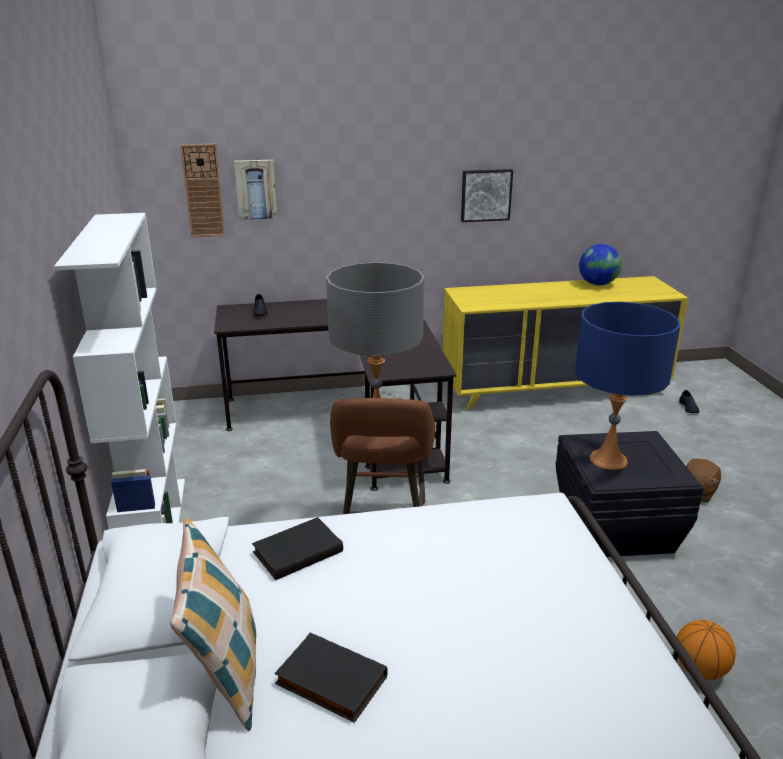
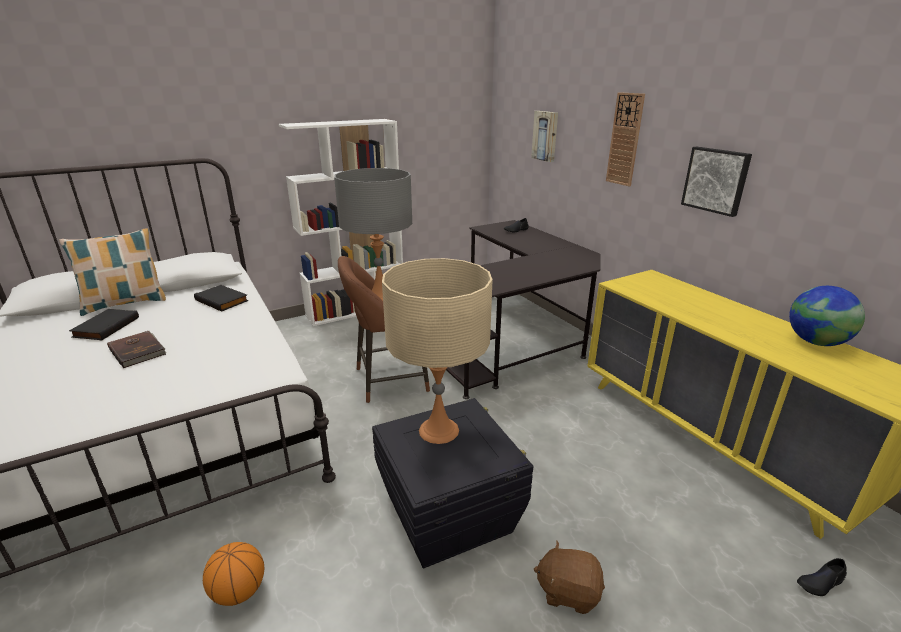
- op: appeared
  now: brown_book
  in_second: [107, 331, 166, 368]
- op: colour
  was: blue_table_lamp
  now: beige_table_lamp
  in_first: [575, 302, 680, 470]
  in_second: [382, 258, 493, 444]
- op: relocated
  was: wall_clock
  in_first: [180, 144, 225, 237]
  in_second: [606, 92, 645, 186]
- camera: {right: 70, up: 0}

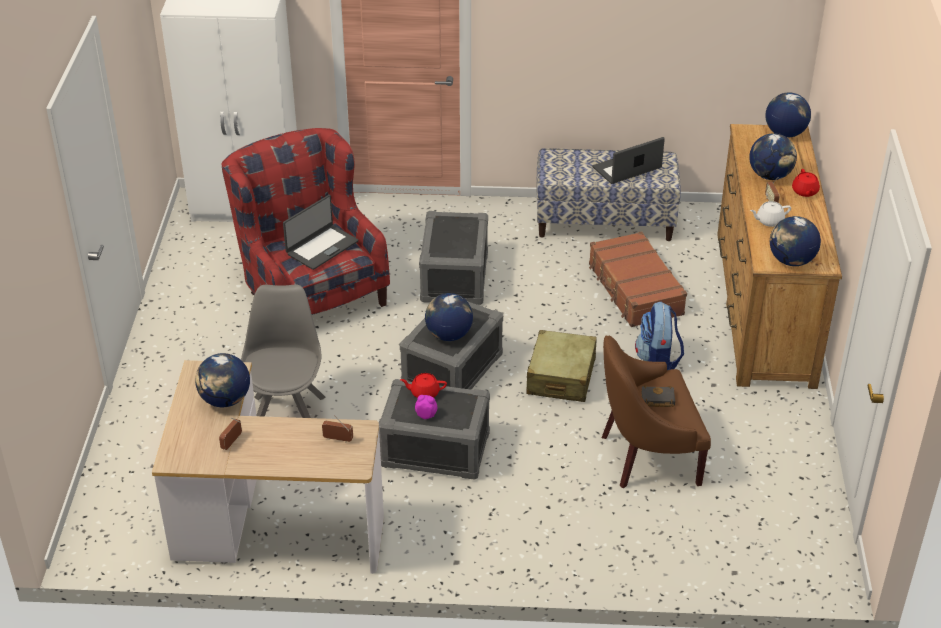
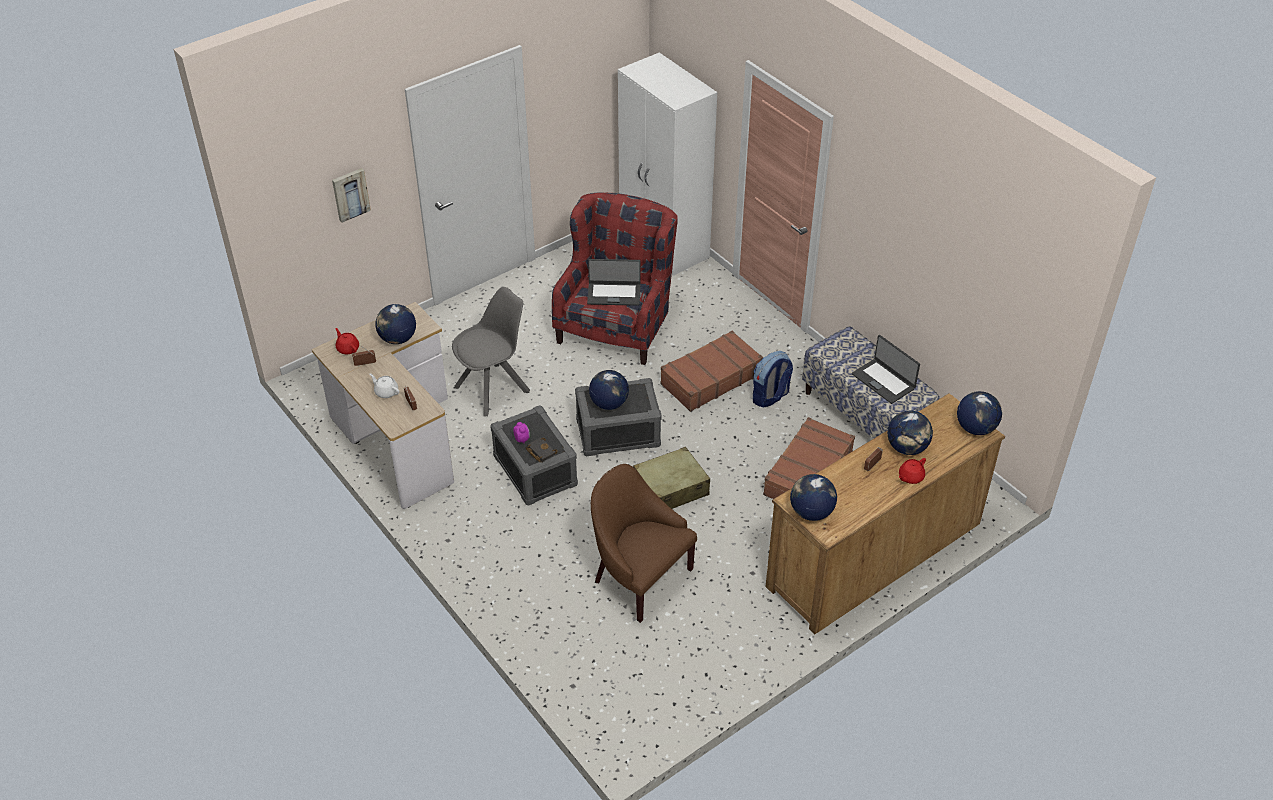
- op: appeared
  now: picture
  in_second: [332, 168, 371, 223]
- op: relocated
  was: red_teapot
  in_first: [400, 373, 447, 398]
  in_second: [335, 328, 359, 355]
- op: relocated
  was: white_teapot
  in_first: [750, 201, 791, 227]
  in_second: [370, 373, 400, 398]
- op: relocated
  was: black_book
  in_first: [641, 385, 675, 407]
  in_second: [525, 437, 558, 462]
- op: exchanged
  was: grey_storage_box
  now: brown_suitcase
  in_first: [419, 211, 488, 305]
  in_second: [660, 331, 763, 412]
- op: relocated
  was: backpack
  in_first: [635, 302, 684, 370]
  in_second: [753, 351, 793, 408]
- op: spun
  was: laptop
  in_first: [592, 137, 665, 184]
  in_second: [852, 335, 920, 404]
  clockwise: -150
- camera: {right: 50, up: 5}

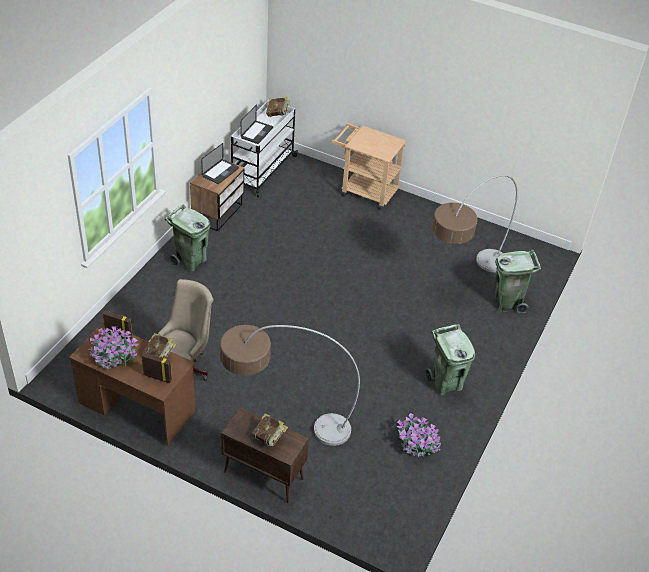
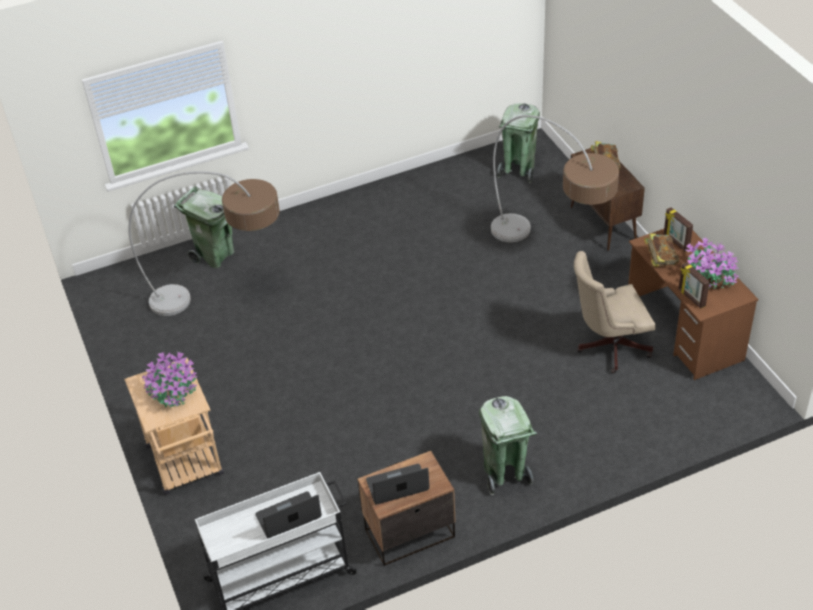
- op: relocated
  was: potted_plant
  in_first: [397, 413, 441, 457]
  in_second: [142, 352, 198, 408]
- op: relocated
  was: green_trash_can
  in_first: [425, 324, 475, 395]
  in_second: [497, 103, 540, 183]
- op: missing
  was: book
  in_first: [266, 97, 290, 117]
- camera: {right: -135, up: 0}

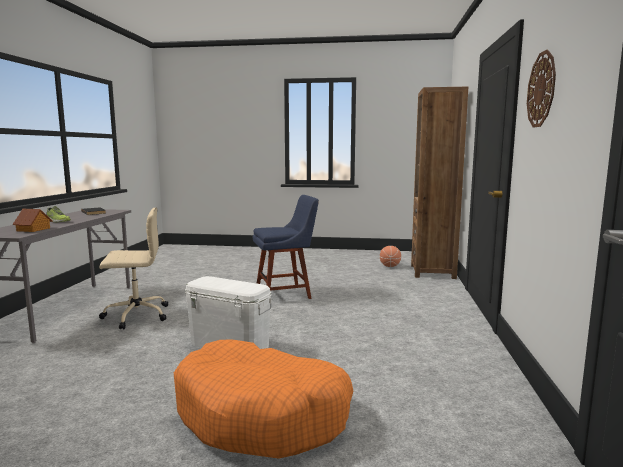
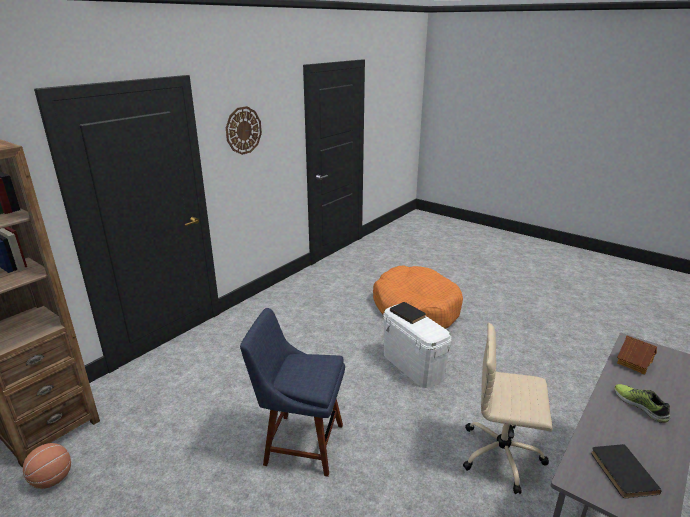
- op: appeared
  now: black_book
  in_second: [390, 302, 426, 324]
- camera: {right: -150, up: 15}

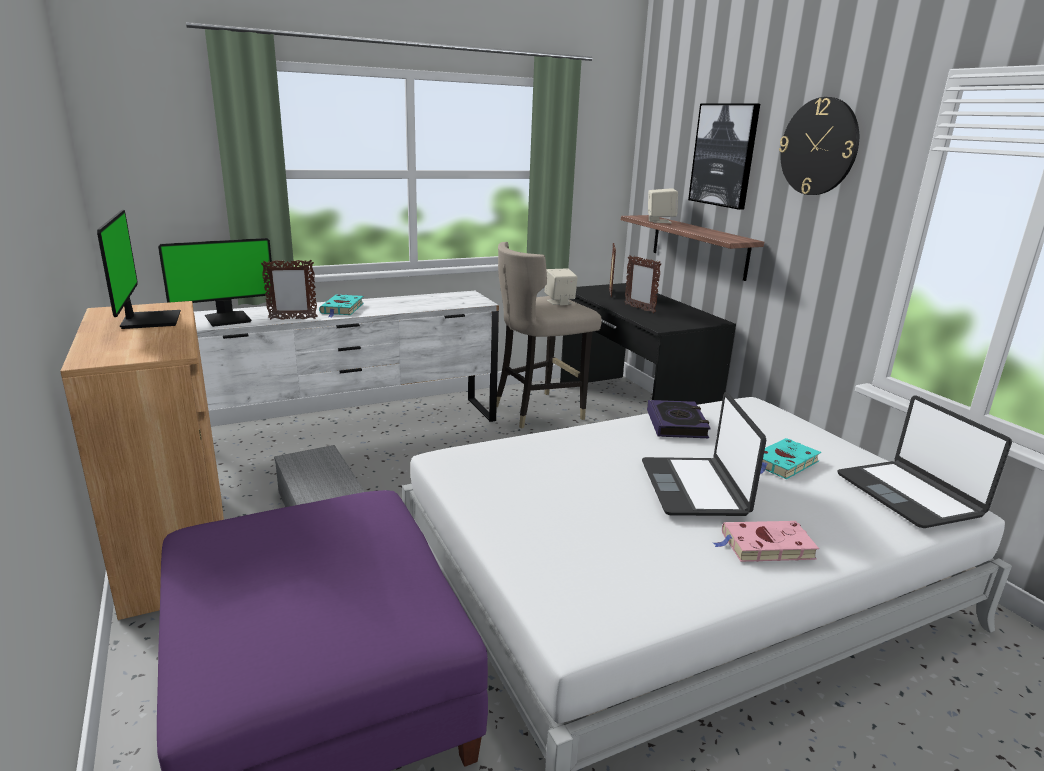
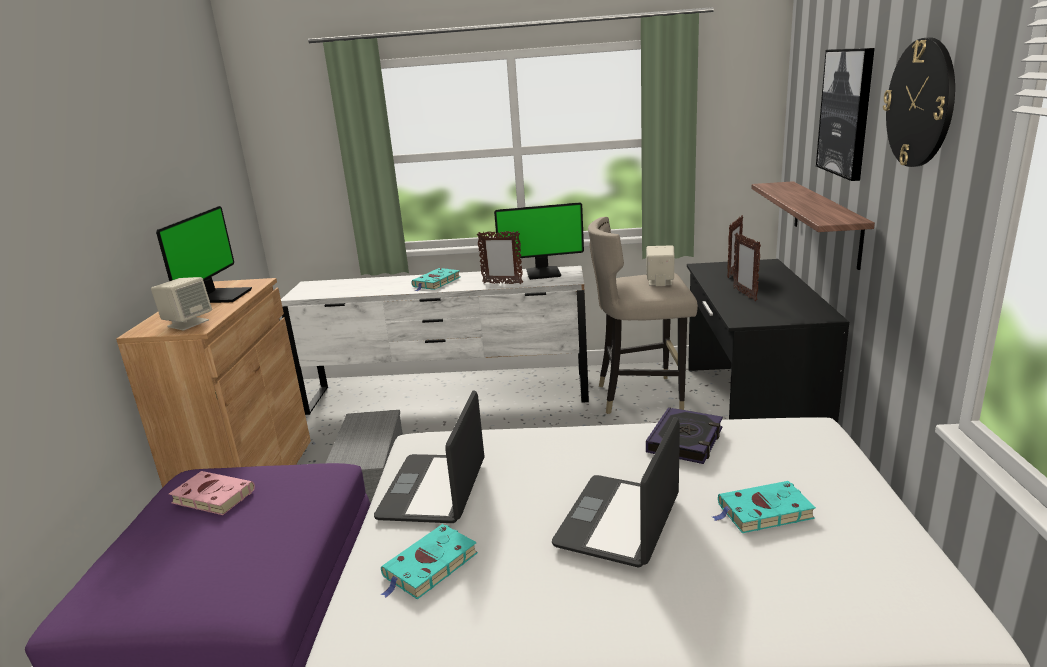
- op: relocated
  was: beige_speaker
  in_first: [648, 188, 678, 223]
  in_second: [151, 277, 212, 330]
- op: relocated
  was: pink_book
  in_first: [713, 521, 819, 562]
  in_second: [169, 471, 255, 515]
- op: relocated
  was: laptop
  in_first: [838, 396, 1012, 528]
  in_second: [374, 390, 485, 523]
- op: appeared
  now: turquoise_book
  in_second: [381, 524, 478, 599]
- op: relocated
  was: picture_frame
  in_first: [261, 260, 318, 320]
  in_second: [477, 231, 523, 284]
- op: relocated
  was: monitor
  in_first: [158, 238, 272, 327]
  in_second: [494, 203, 584, 280]
- camera: {right: 30, up: 0}

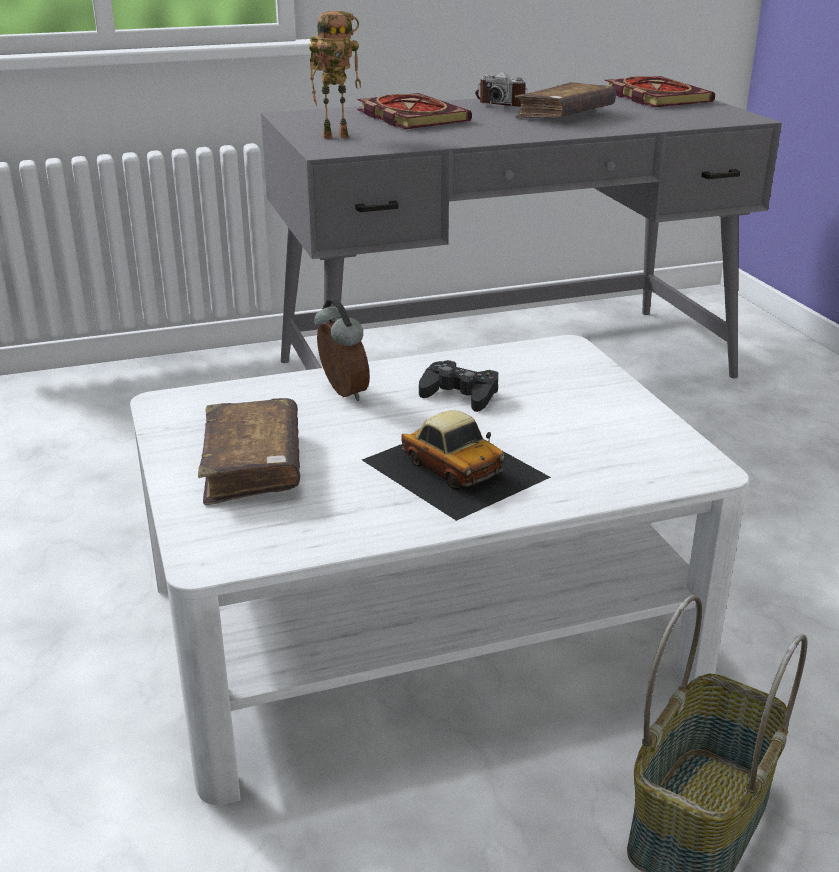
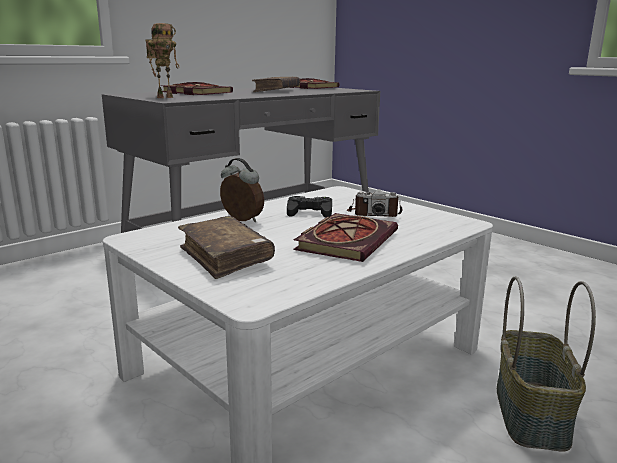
- op: exchanged
  was: toy_car
  now: book
  in_first: [362, 410, 551, 521]
  in_second: [293, 213, 398, 262]
- op: relocated
  was: photo_camera
  in_first: [475, 72, 528, 107]
  in_second: [347, 189, 402, 217]
- camera: {right: -25, up: -10}

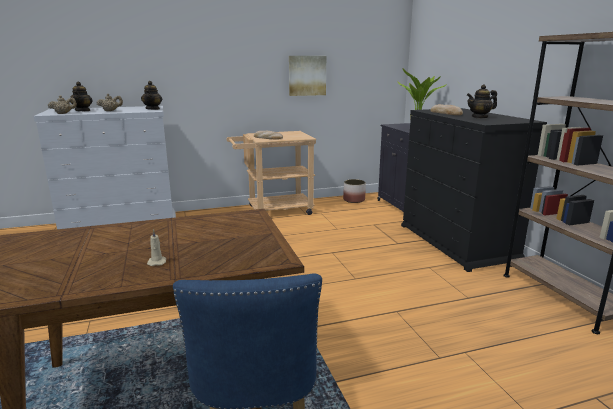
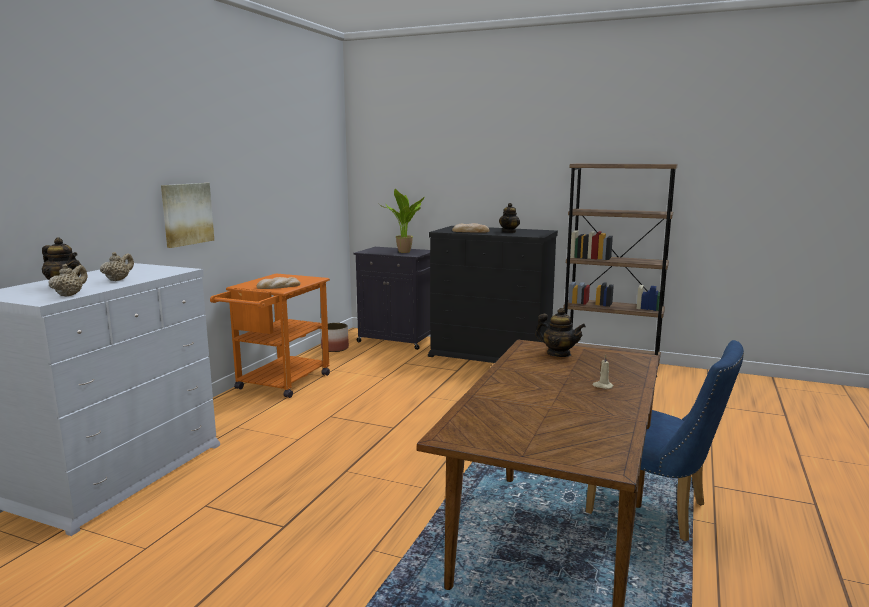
- op: relocated
  was: picture
  in_first: [289, 56, 326, 96]
  in_second: [161, 183, 214, 248]
- op: colour
  was: beige_cart
  now: orange_cart
  in_first: [226, 131, 316, 215]
  in_second: [210, 273, 330, 398]
- op: relocated
  was: teapot
  in_first: [141, 81, 162, 110]
  in_second: [535, 308, 586, 357]
- camera: {right: -50, up: -5}

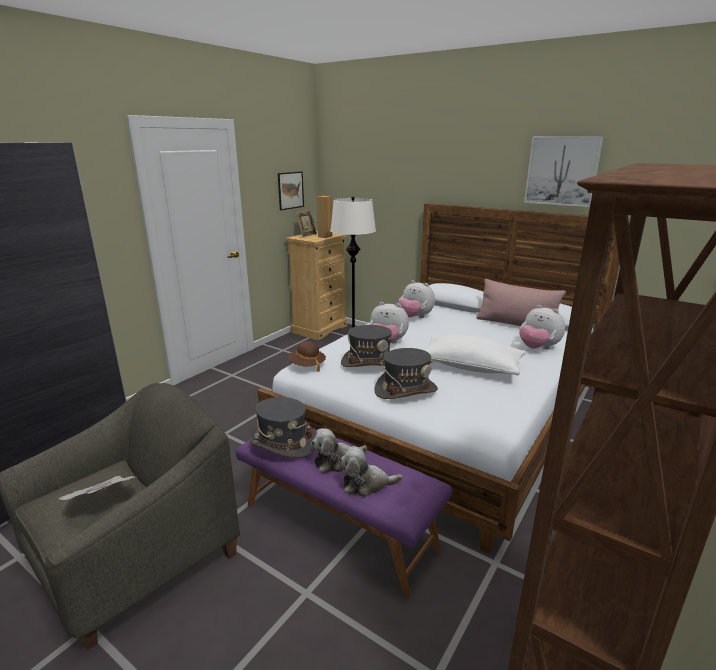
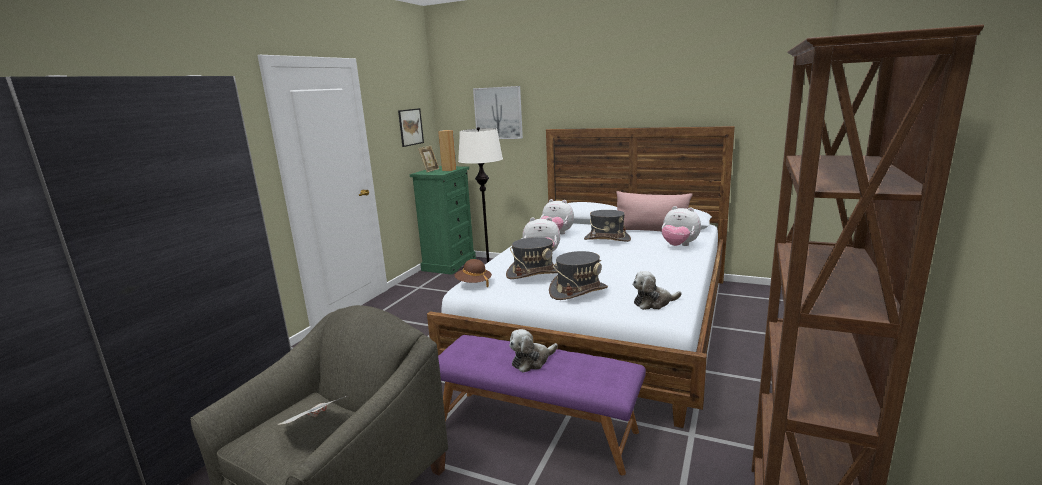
- op: colour
  was: beige_dresser
  now: green_dresser
  in_first: [285, 231, 347, 340]
  in_second: [410, 166, 476, 275]
- op: relocated
  was: picture
  in_first: [524, 136, 604, 207]
  in_second: [473, 86, 523, 139]
- op: relocated
  was: grey_hat
  in_first: [249, 397, 315, 458]
  in_second: [584, 210, 631, 242]
- op: relocated
  was: plush_toy
  in_first: [339, 446, 403, 497]
  in_second: [633, 271, 681, 310]
- op: missing
  was: white_pillow
  in_first: [424, 335, 526, 375]
- camera: {right: -10, up: -5}

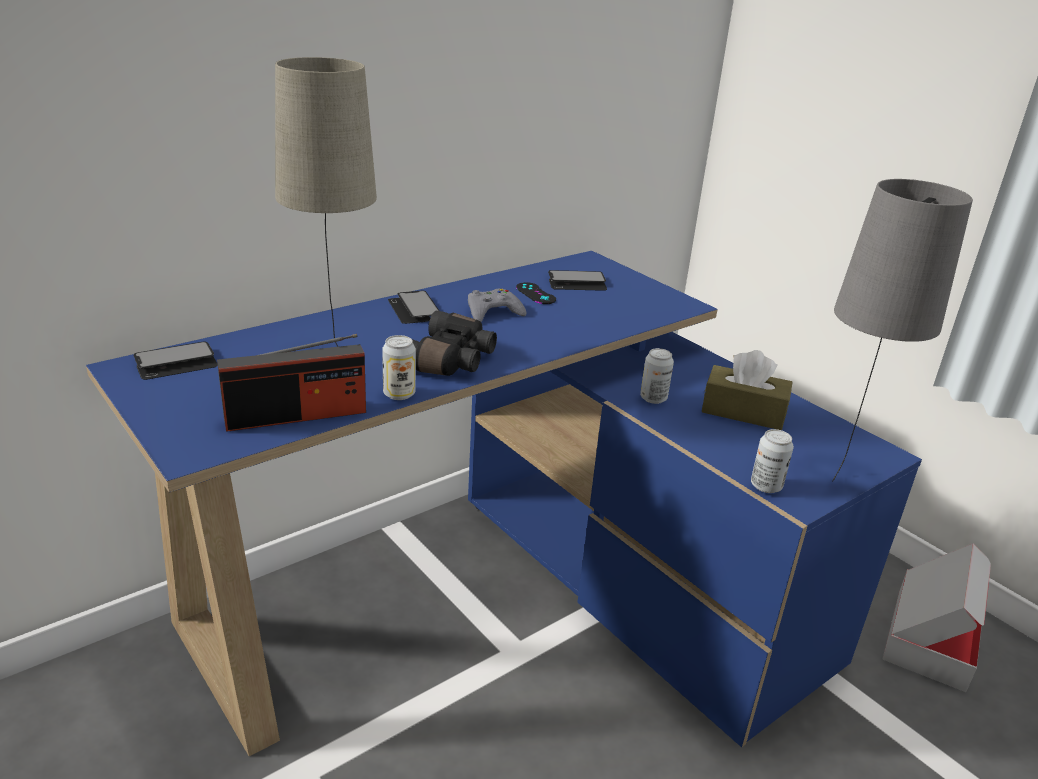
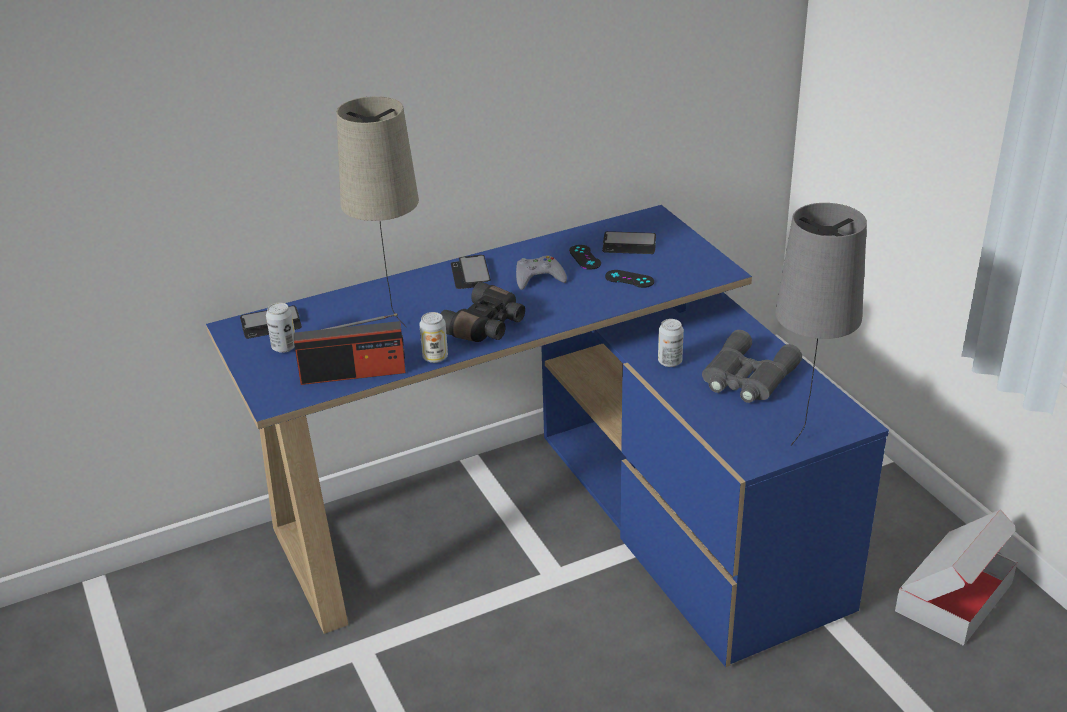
- op: relocated
  was: can
  in_first: [751, 429, 794, 493]
  in_second: [266, 303, 295, 353]
- op: appeared
  now: black_game_controller
  in_second: [605, 270, 654, 288]
- op: exchanged
  was: brown_tissue_box
  now: grey_binoculars
  in_first: [702, 350, 793, 430]
  in_second: [702, 330, 802, 403]
- camera: {right: 15, up: 5}

